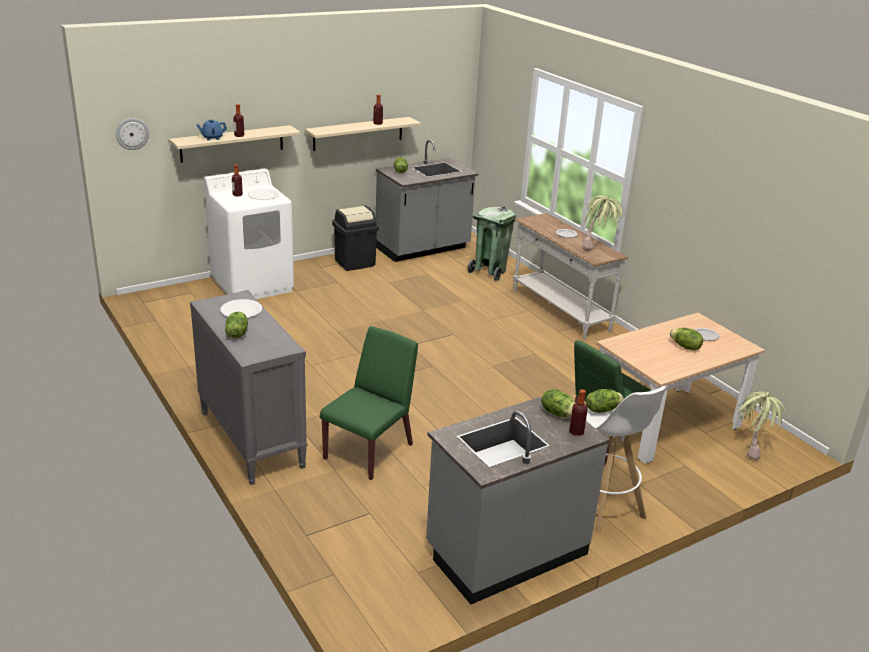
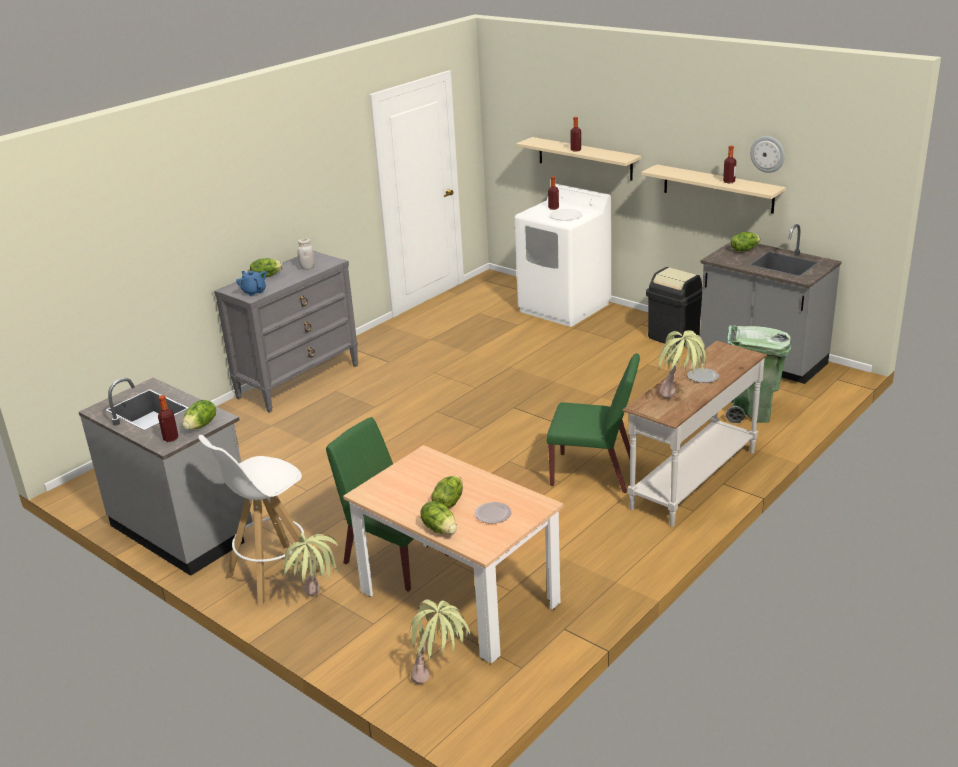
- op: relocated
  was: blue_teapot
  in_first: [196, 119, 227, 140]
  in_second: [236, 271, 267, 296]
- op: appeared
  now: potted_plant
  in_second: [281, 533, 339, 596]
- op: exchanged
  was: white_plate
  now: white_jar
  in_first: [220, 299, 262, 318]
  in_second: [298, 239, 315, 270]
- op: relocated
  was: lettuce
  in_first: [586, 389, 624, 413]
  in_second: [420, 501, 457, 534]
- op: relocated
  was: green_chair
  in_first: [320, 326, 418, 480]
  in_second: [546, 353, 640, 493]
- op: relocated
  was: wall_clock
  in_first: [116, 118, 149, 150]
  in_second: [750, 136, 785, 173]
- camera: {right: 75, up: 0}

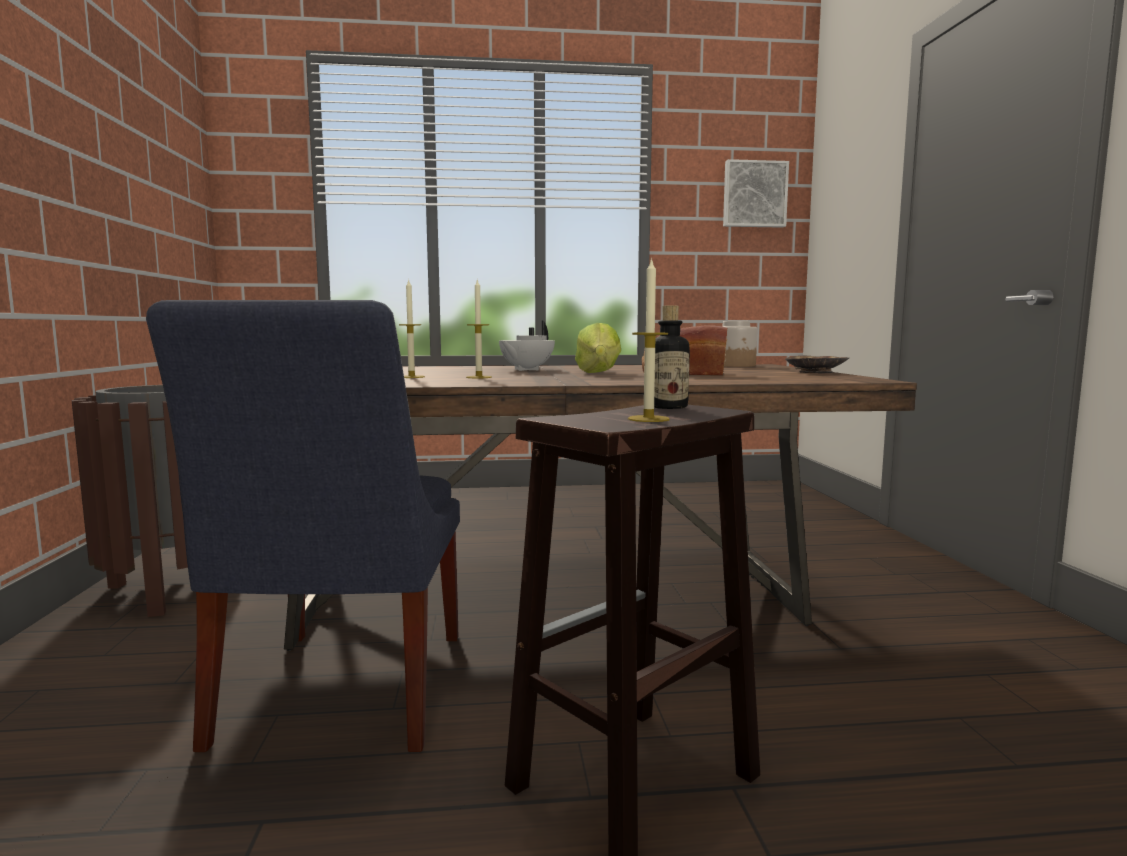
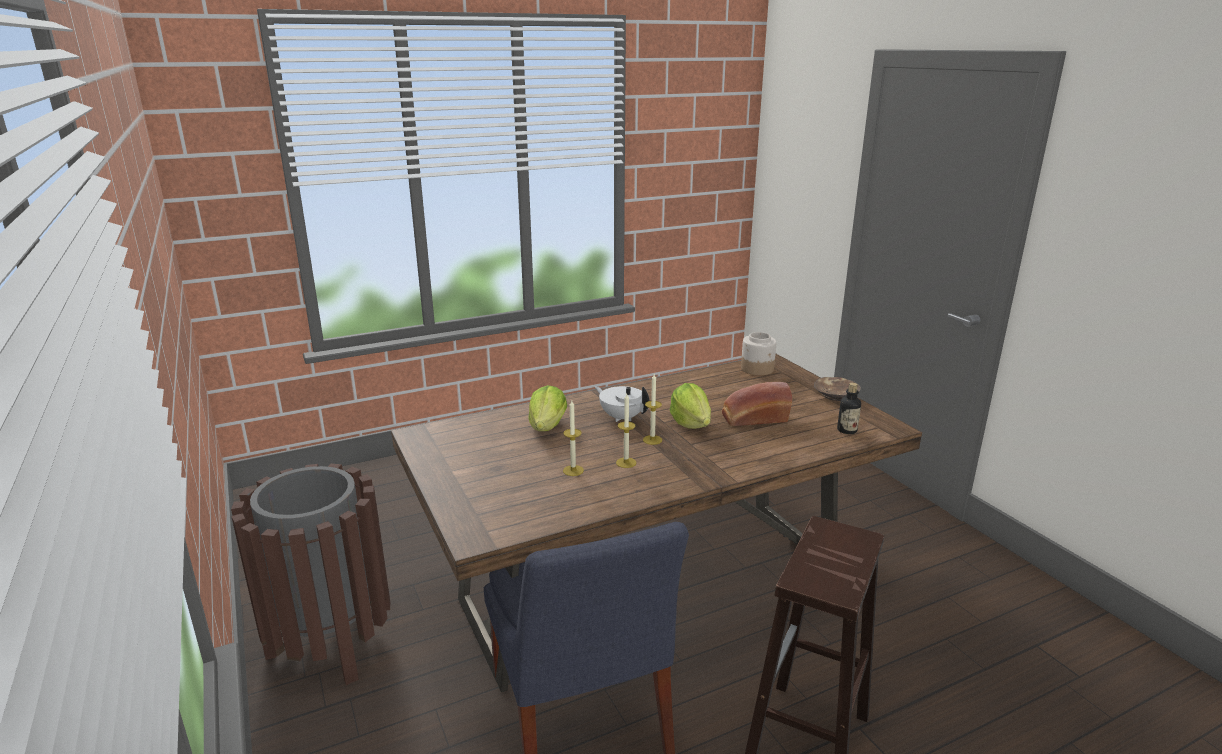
- op: appeared
  now: lettuce
  in_second: [528, 385, 567, 431]
- op: spun
  was: white_teapot
  in_first: [499, 321, 555, 371]
  in_second: [594, 386, 650, 422]
  clockwise: 120
- op: relocated
  was: candle
  in_first: [628, 258, 670, 422]
  in_second: [643, 374, 662, 445]
- op: relocated
  was: bottle
  in_first: [654, 306, 690, 409]
  in_second: [837, 383, 861, 434]
- op: missing
  was: picture
  in_first: [723, 159, 789, 228]
- camera: {right: -20, up: 15}

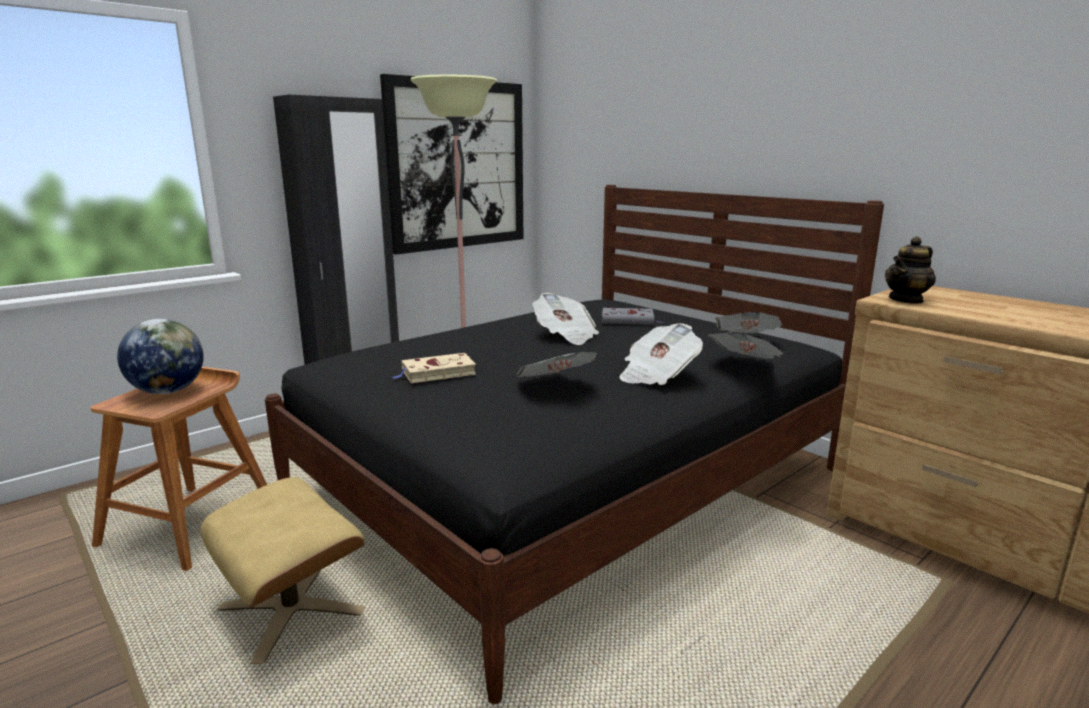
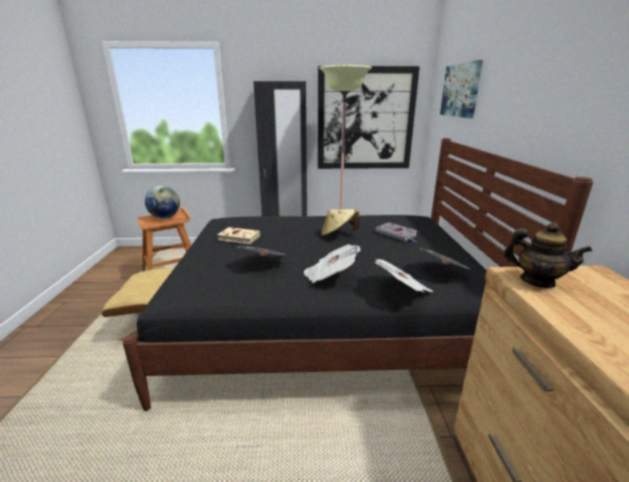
- op: exchanged
  was: newspaper
  now: beige_hat
  in_first: [532, 293, 599, 345]
  in_second: [321, 209, 359, 237]
- op: appeared
  now: picture
  in_second: [440, 60, 483, 118]
- op: spun
  was: teapot
  in_first: [885, 237, 936, 304]
  in_second: [503, 223, 593, 288]
  clockwise: -150
- camera: {right: 40, up: 5}

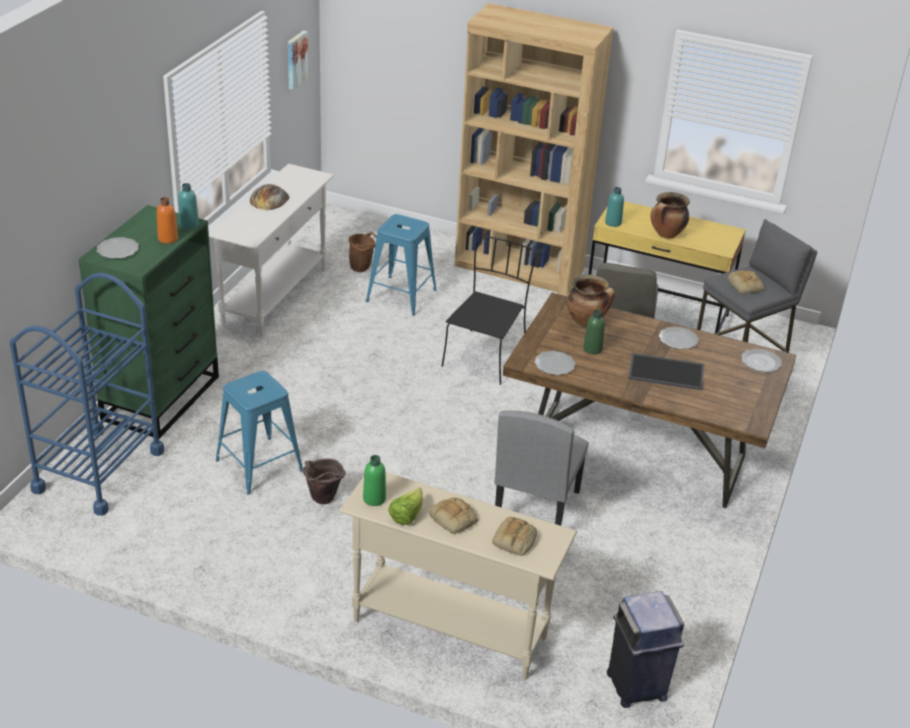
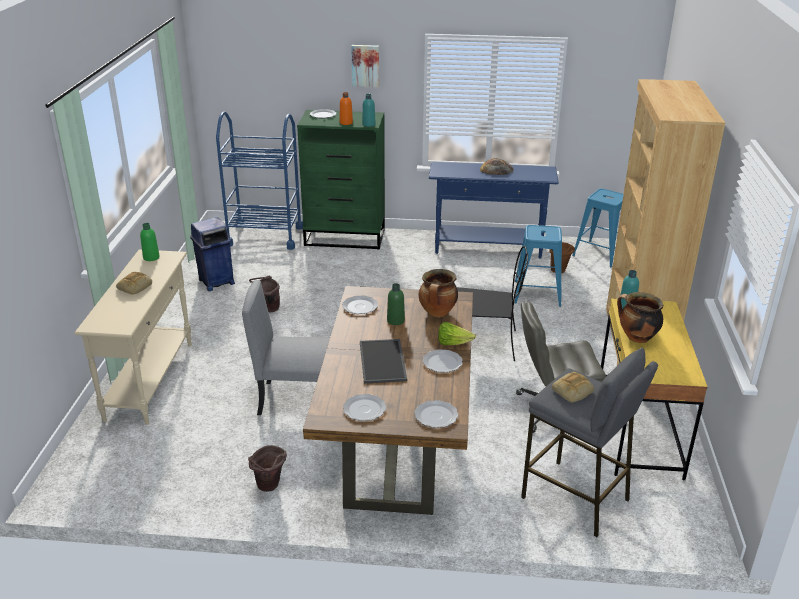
- op: relocated
  was: blue_trash_can
  in_first: [607, 591, 684, 708]
  in_second: [190, 217, 235, 291]
- op: appeared
  now: brown_bucket
  in_second: [248, 445, 287, 492]
- op: appeared
  now: plate
  in_second: [343, 394, 386, 421]
- op: relocated
  was: picture
  in_first: [288, 30, 308, 90]
  in_second: [351, 45, 379, 87]
- op: colour
  was: white_console_table
  now: blue_console_table
  in_first: [209, 164, 334, 337]
  in_second: [429, 162, 559, 259]
- op: relocated
  was: lettuce
  in_first: [388, 488, 422, 525]
  in_second: [438, 322, 476, 345]
- op: relocated
  was: blue_stool
  in_first: [216, 371, 303, 495]
  in_second: [572, 189, 624, 267]
- op: missing
  was: bread
  in_first: [492, 517, 537, 556]
- camera: {right: 75, up: -5}

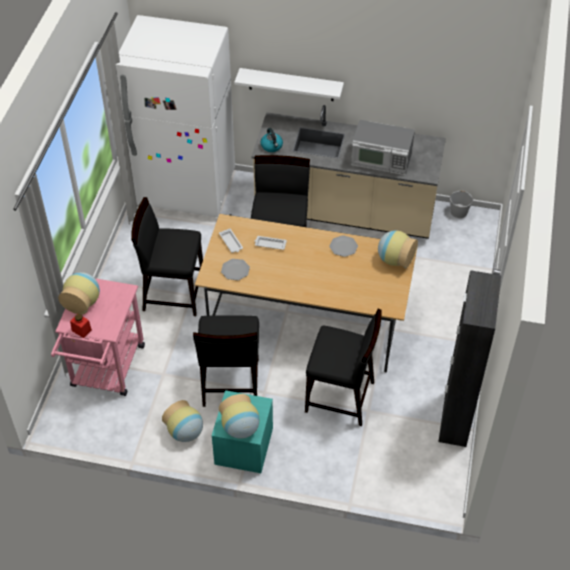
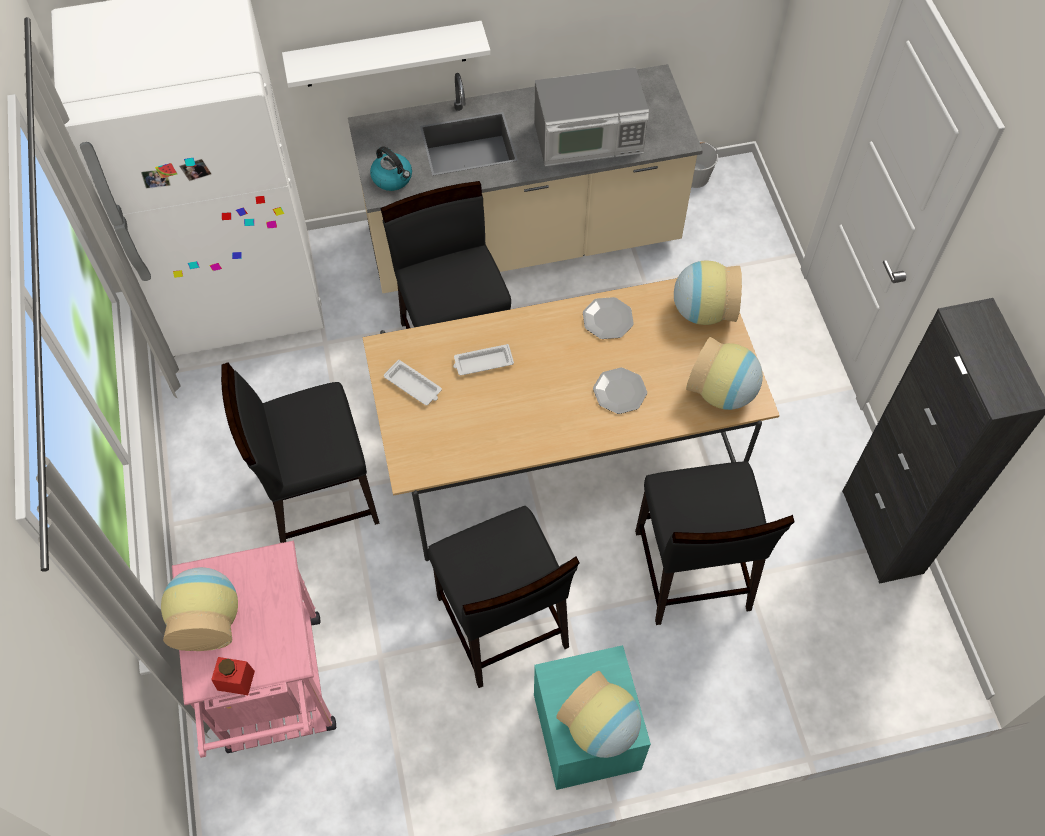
- op: relocated
  was: plate
  in_first: [221, 259, 250, 280]
  in_second: [593, 367, 647, 414]
- op: spun
  was: black_chair
  in_first: [305, 309, 382, 426]
  in_second: [635, 461, 795, 625]
  clockwise: 90
- op: relocated
  was: vase
  in_first: [162, 400, 203, 442]
  in_second: [686, 337, 763, 410]
- camera: {right: -25, up: 10}

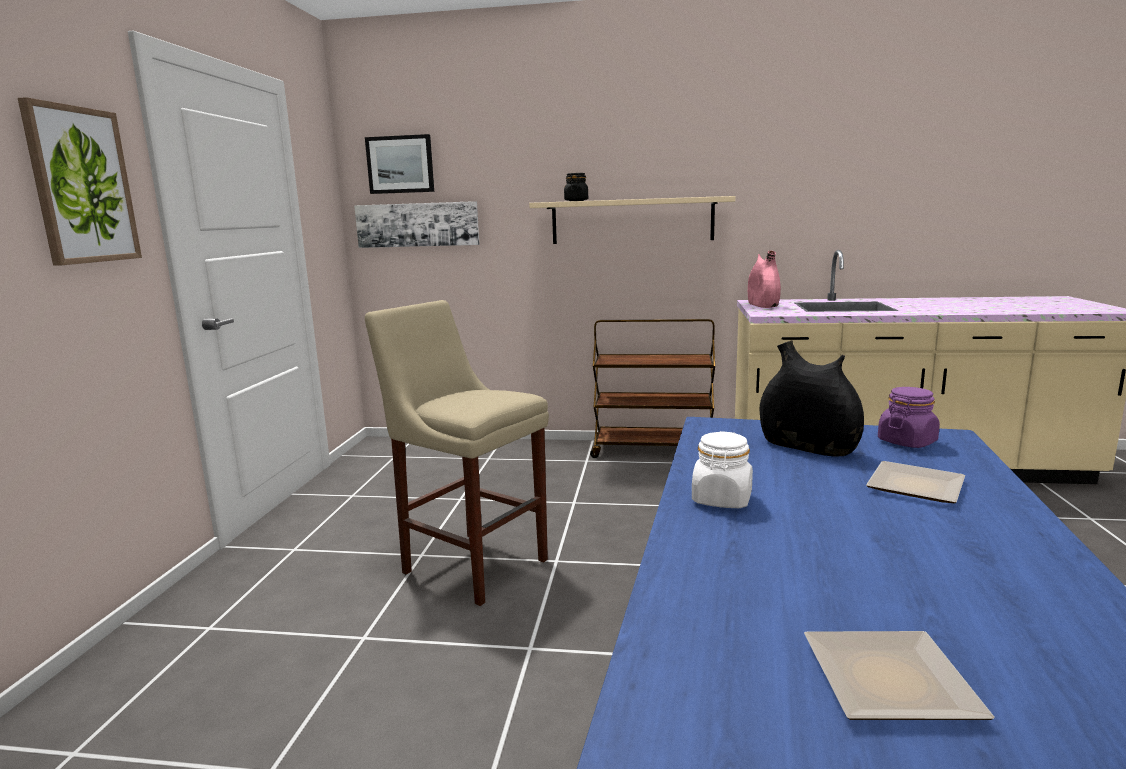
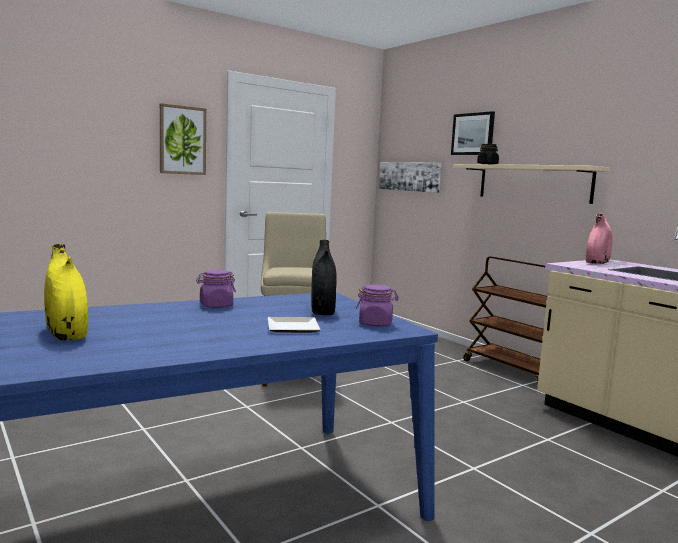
- op: exchanged
  was: plate
  now: yellow_vase
  in_first: [804, 631, 995, 720]
  in_second: [44, 244, 88, 340]
- op: colour
  was: white_jar
  now: purple_jar
  in_first: [692, 431, 753, 508]
  in_second: [196, 270, 236, 308]
- op: relocated
  was: picture
  in_first: [365, 134, 434, 194]
  in_second: [451, 111, 495, 155]
- camera: {right: 45, up: -5}

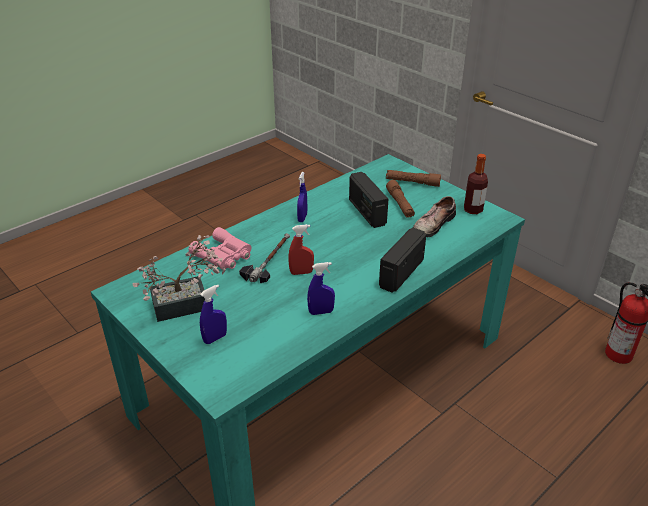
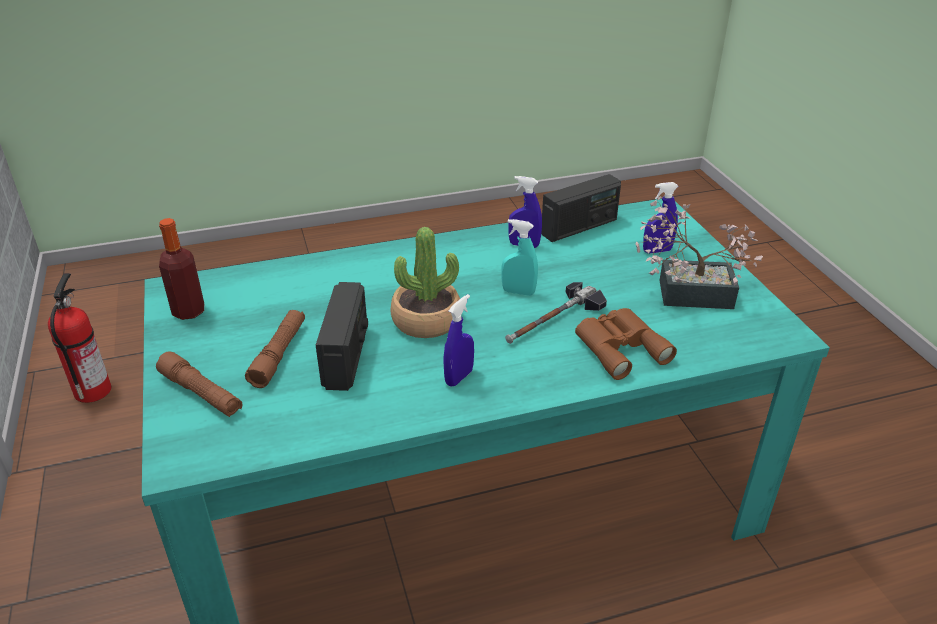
- op: appeared
  now: potted_plant
  in_second: [391, 227, 460, 338]
- op: colour
  was: red_spray_bottle
  now: turquoise_spray_bottle
  in_first: [288, 224, 314, 275]
  in_second: [502, 219, 538, 296]
- op: relocated
  was: radio
  in_first: [379, 227, 426, 293]
  in_second: [541, 174, 621, 242]
- op: colour
  was: pink_binoculars
  now: brown_binoculars
  in_first: [189, 227, 251, 269]
  in_second: [575, 308, 677, 380]
- op: missing
  was: shoe
  in_first: [413, 196, 456, 237]
- camera: {right: -155, up: 0}

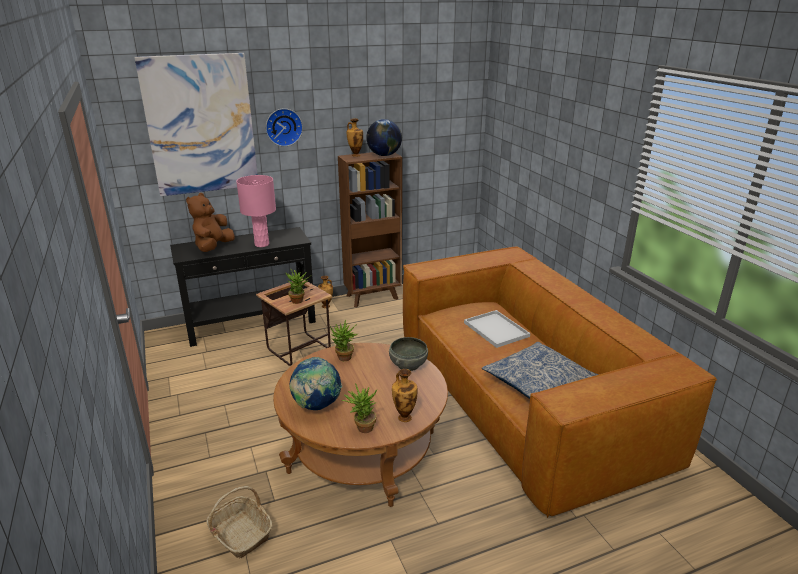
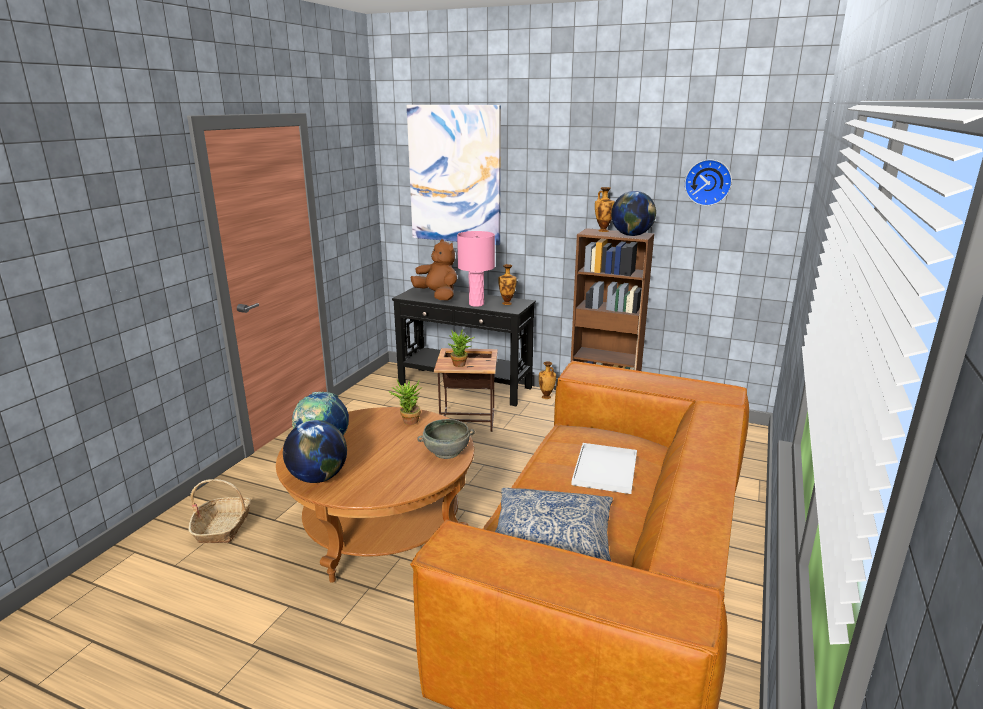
- op: exchanged
  was: potted_plant
  now: globe
  in_first: [342, 383, 378, 433]
  in_second: [283, 420, 347, 483]
- op: spun
  was: brown_plush_toy
  in_first: [186, 193, 235, 252]
  in_second: [411, 239, 457, 301]
  clockwise: 75
- op: relocated
  was: vase
  in_first: [392, 369, 417, 422]
  in_second: [498, 264, 517, 305]
- op: relocated
  was: wall_clock
  in_first: [266, 108, 303, 147]
  in_second: [684, 159, 732, 206]
- camera: {right: 45, up: -5}

